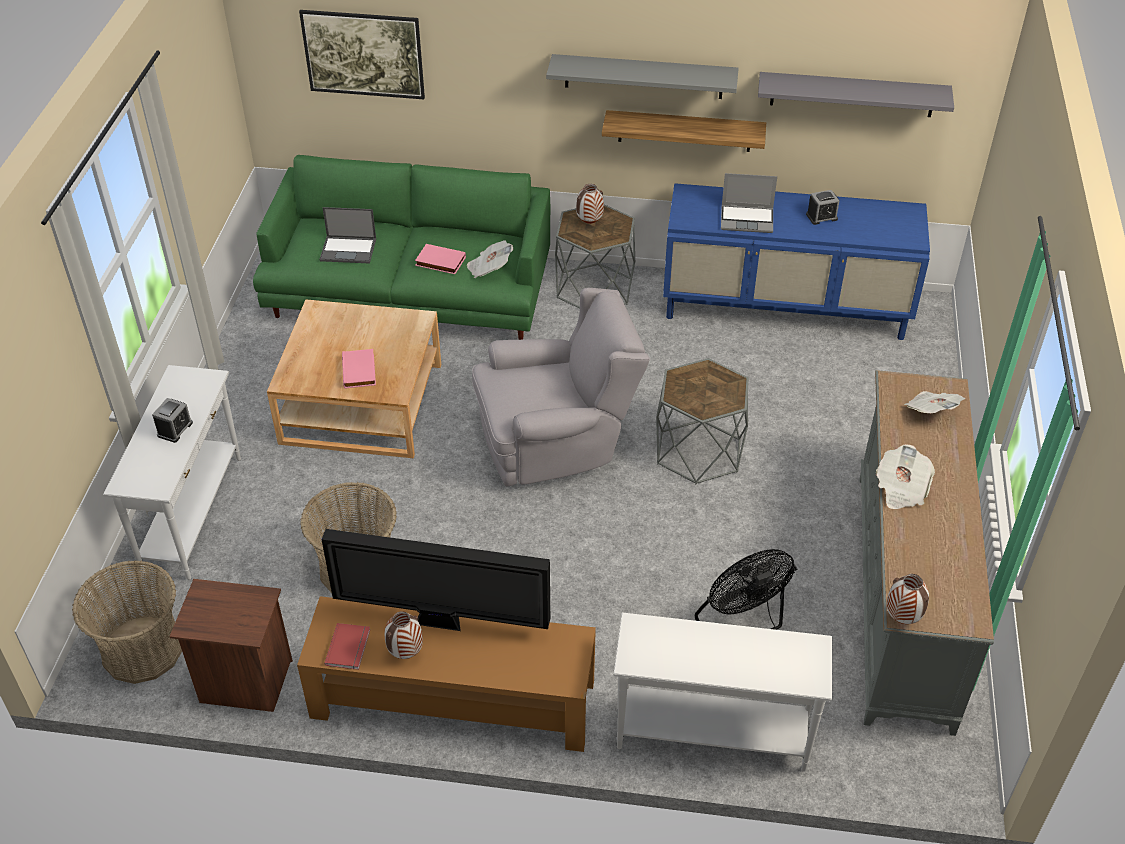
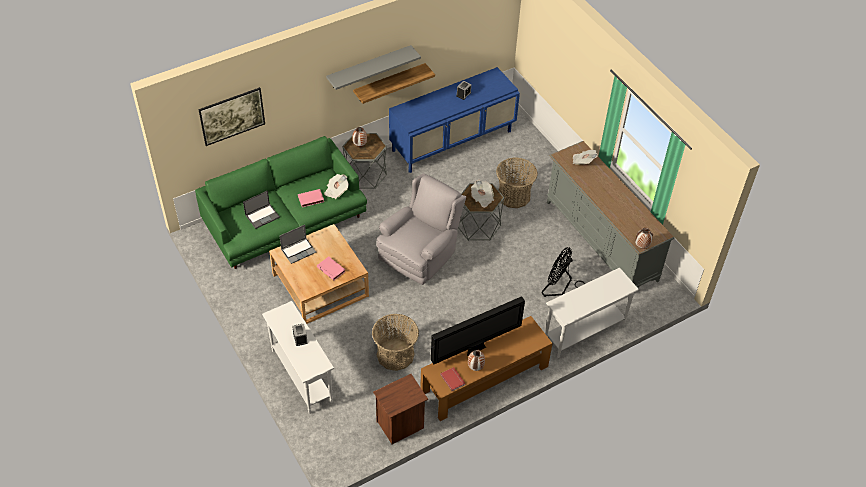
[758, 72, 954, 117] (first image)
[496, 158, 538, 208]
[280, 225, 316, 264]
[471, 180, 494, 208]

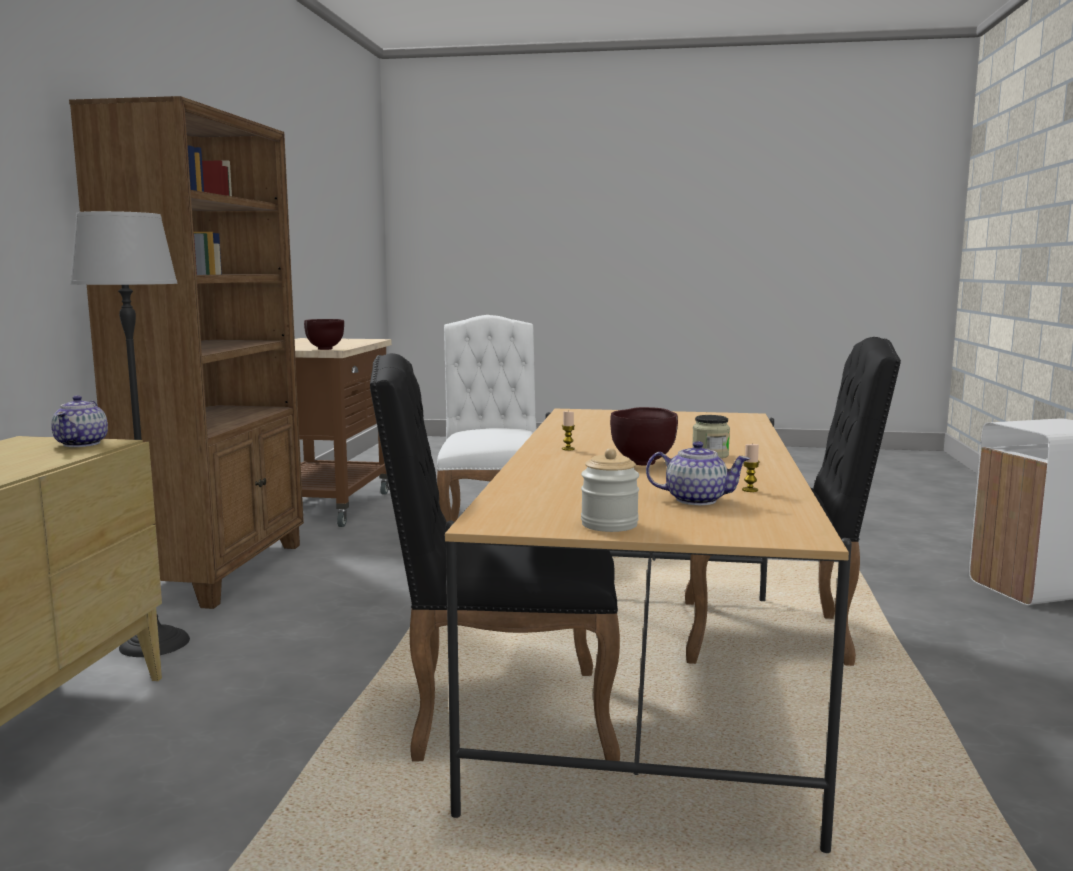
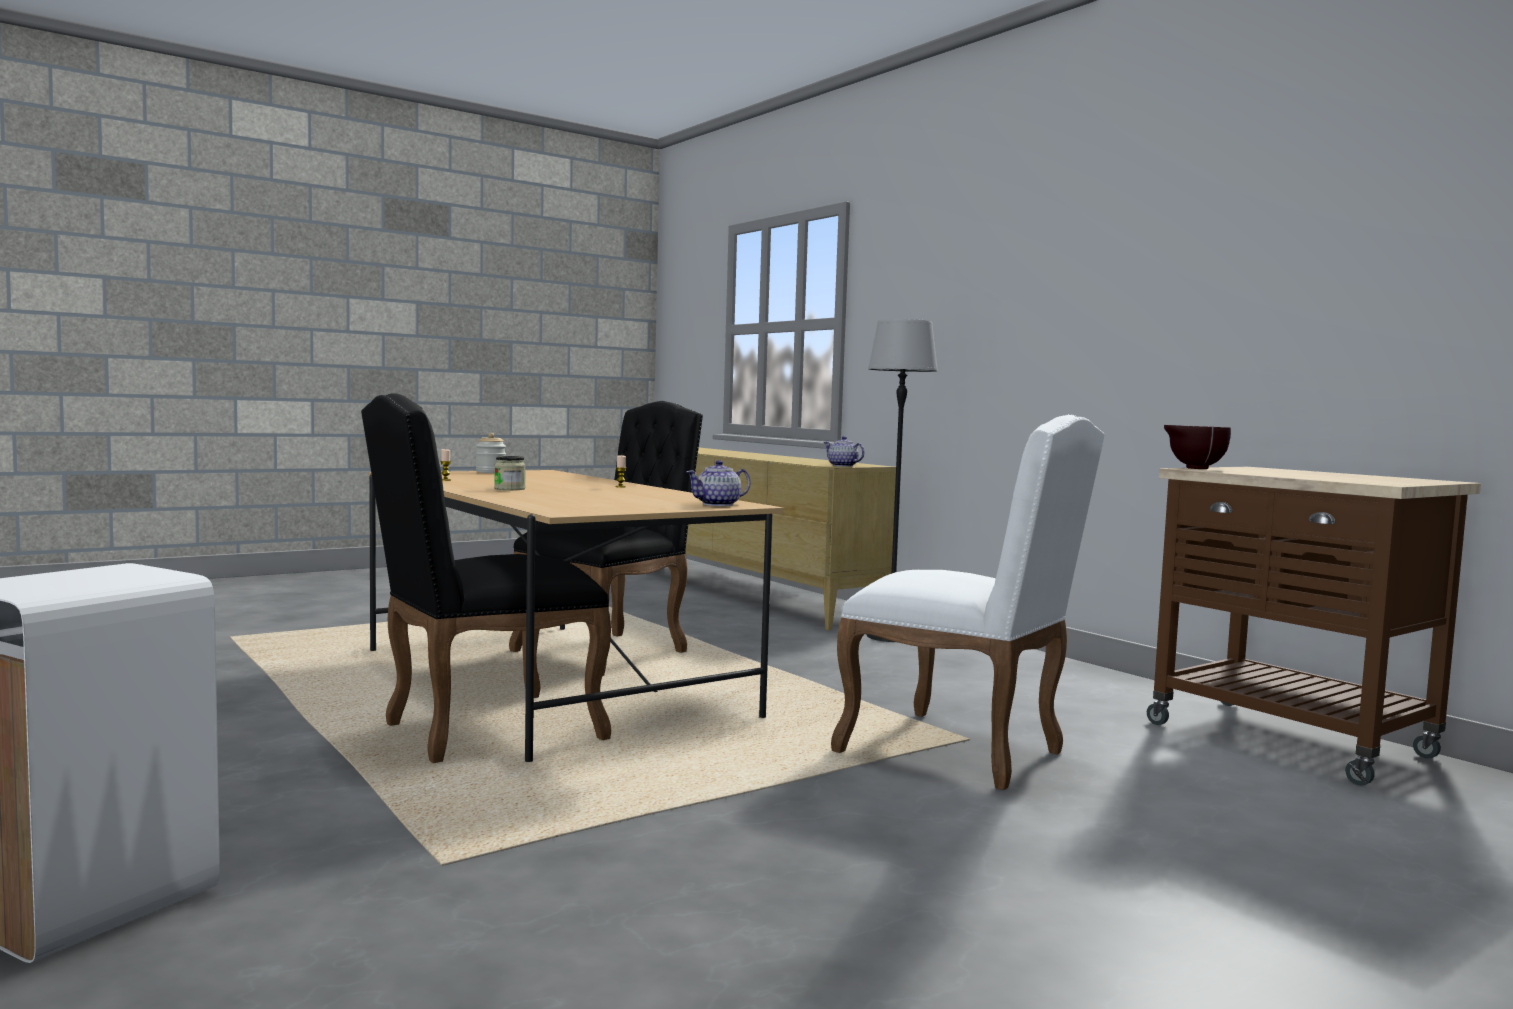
[69, 96, 304, 609] (first image)
[610, 407, 678, 465] (first image)
[686, 460, 751, 506]

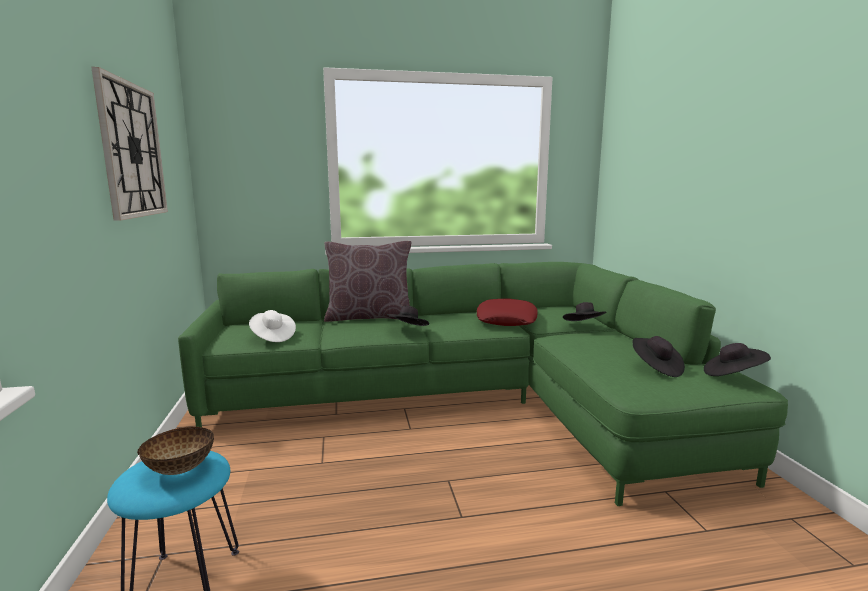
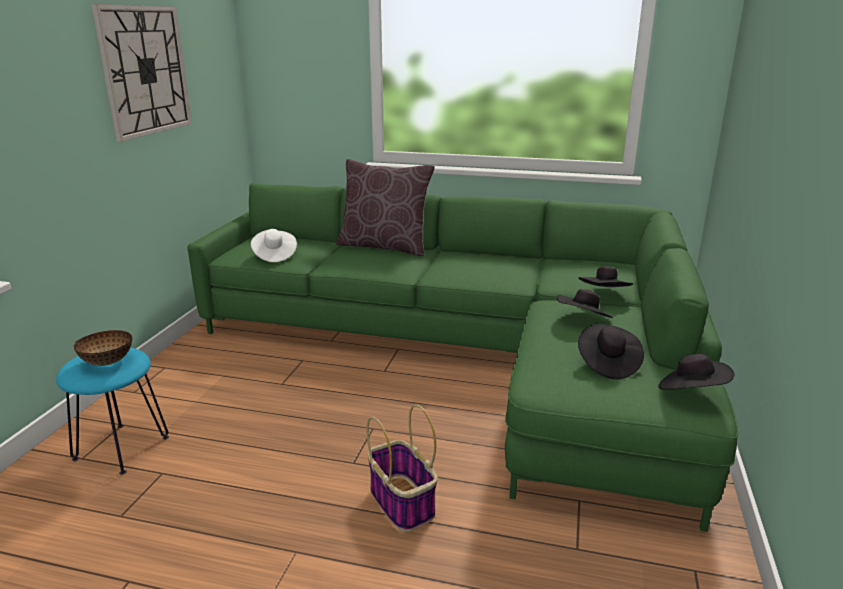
[477, 298, 538, 326] (first image)
[366, 404, 438, 532]
[557, 289, 613, 318]

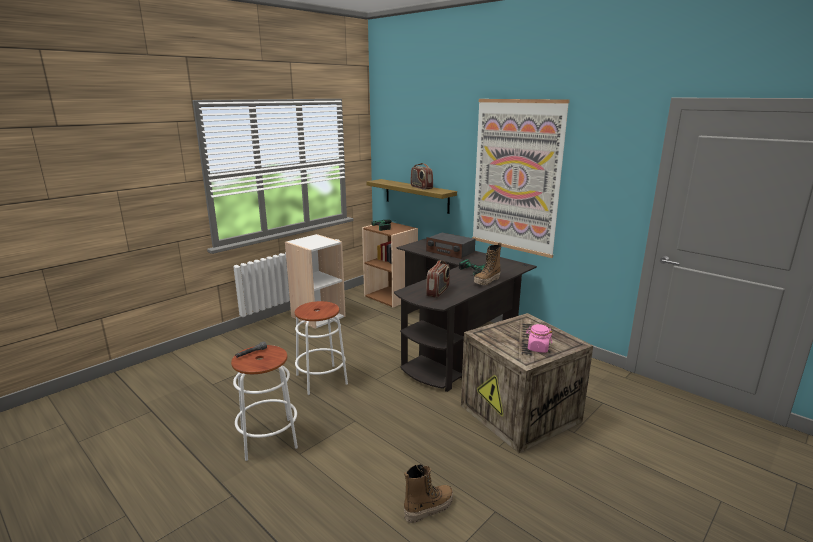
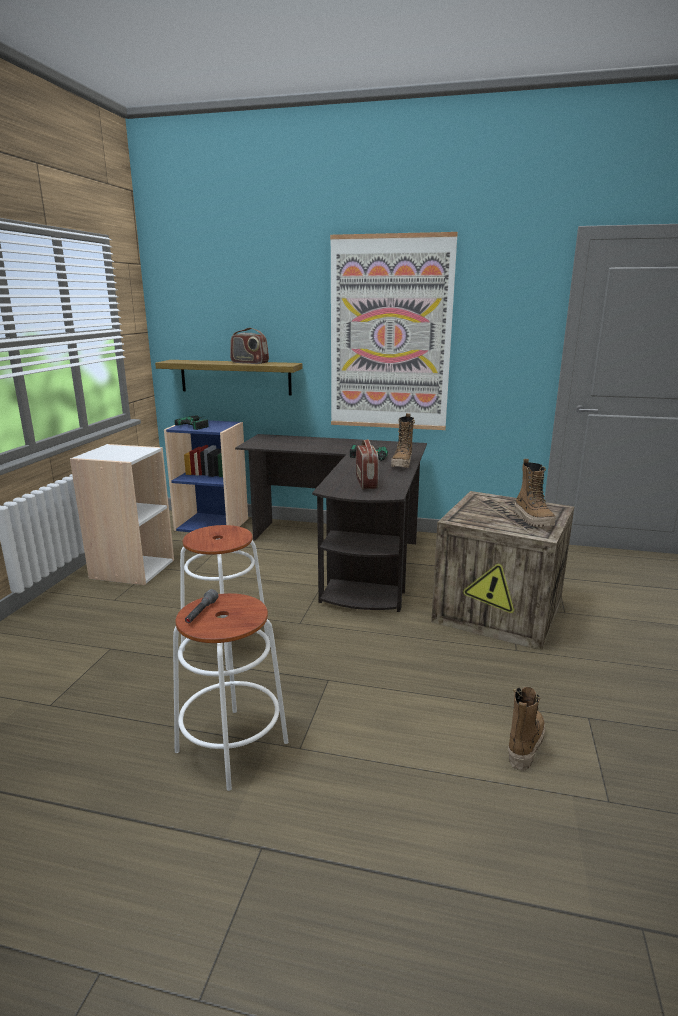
[426, 233, 475, 259] (first image)
[514, 459, 556, 527]
[164, 420, 248, 532]

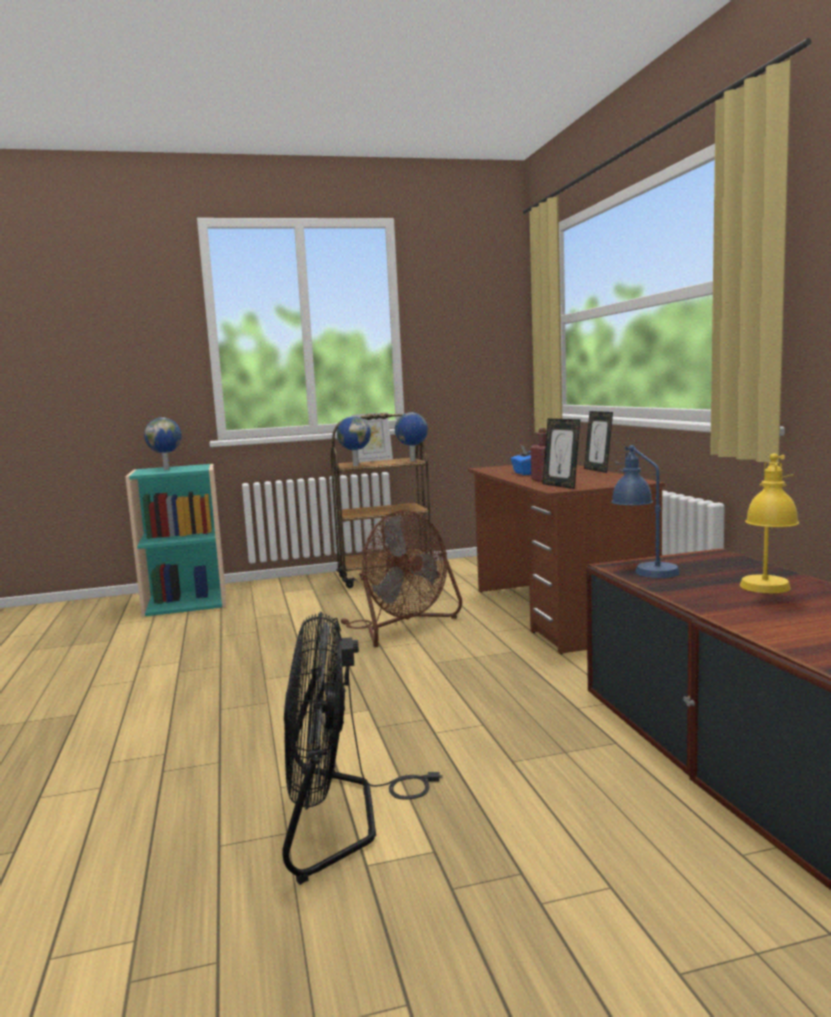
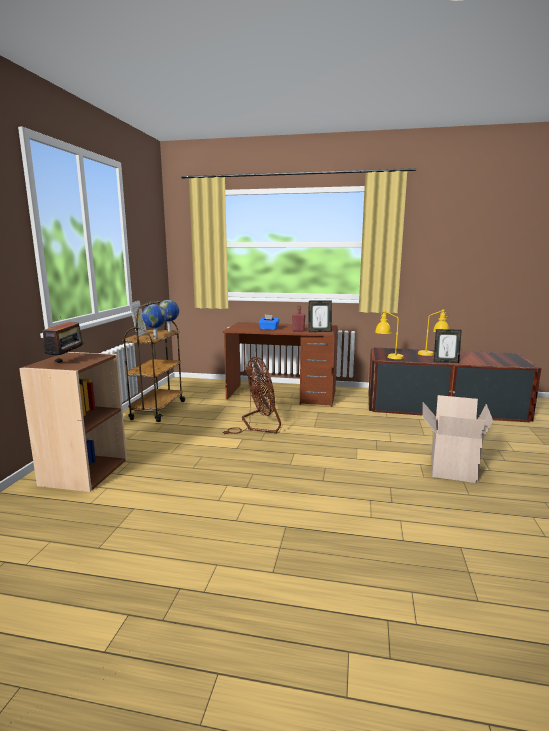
[434, 329, 462, 363]
[43, 322, 86, 363]
[423, 395, 493, 483]
[19, 352, 127, 492]
[375, 310, 404, 359]

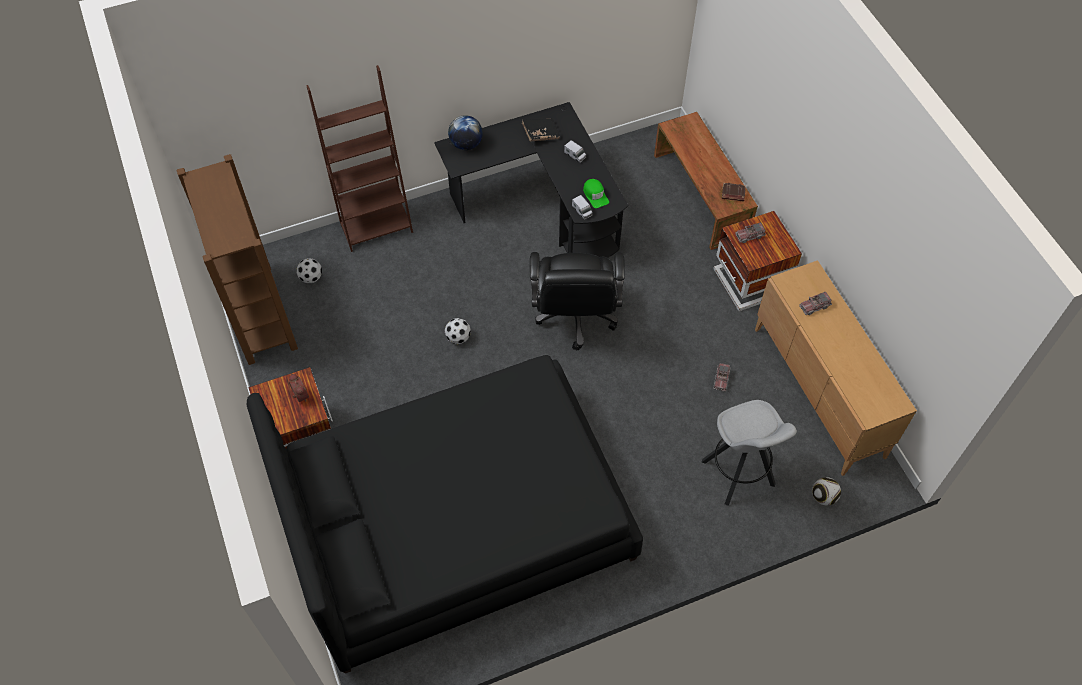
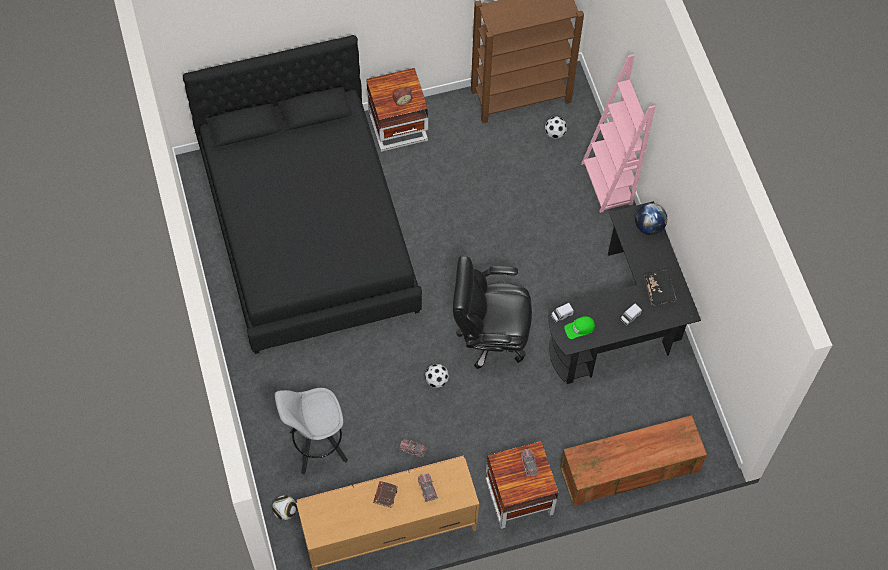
[425, 364, 449, 388]
[373, 481, 398, 508]
[581, 54, 655, 213]

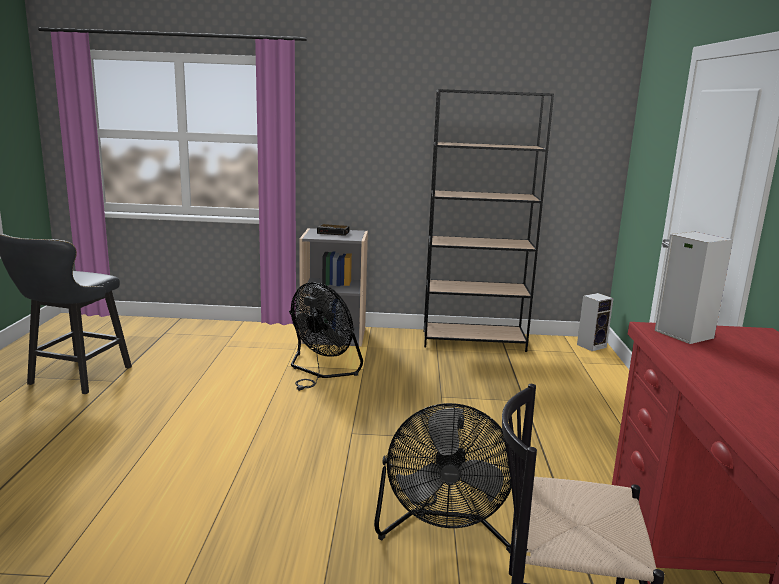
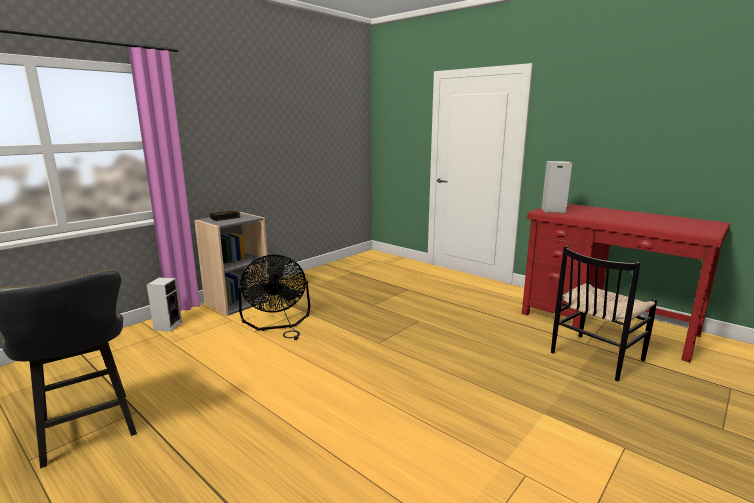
[374, 403, 513, 553] (first image)
[424, 89, 554, 352] (first image)
[147, 277, 182, 332]

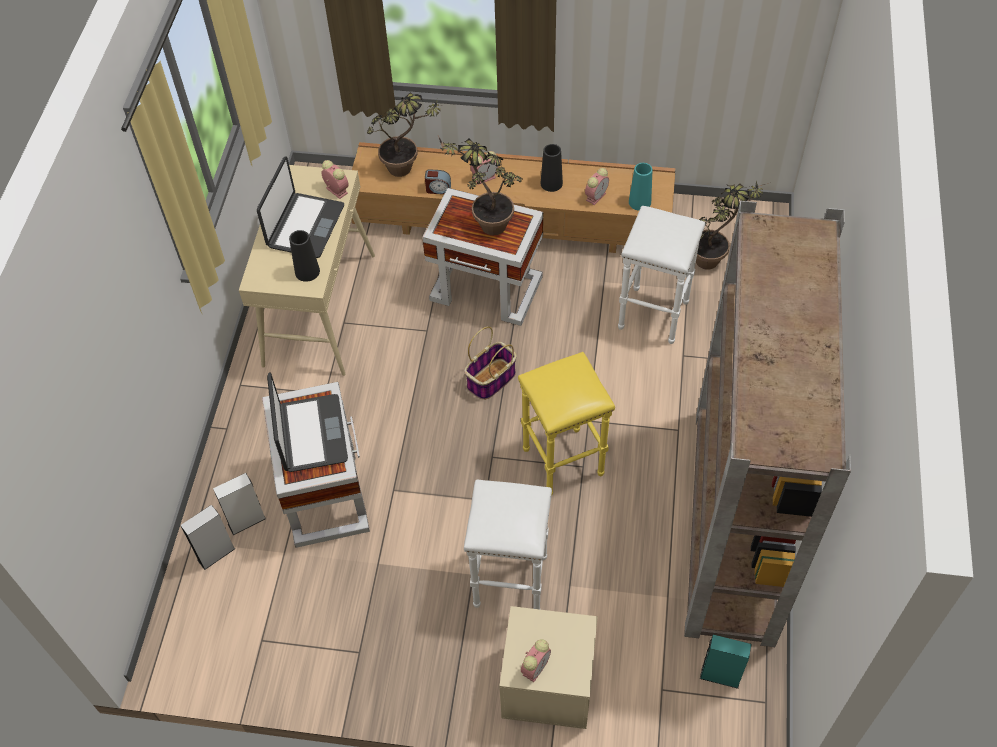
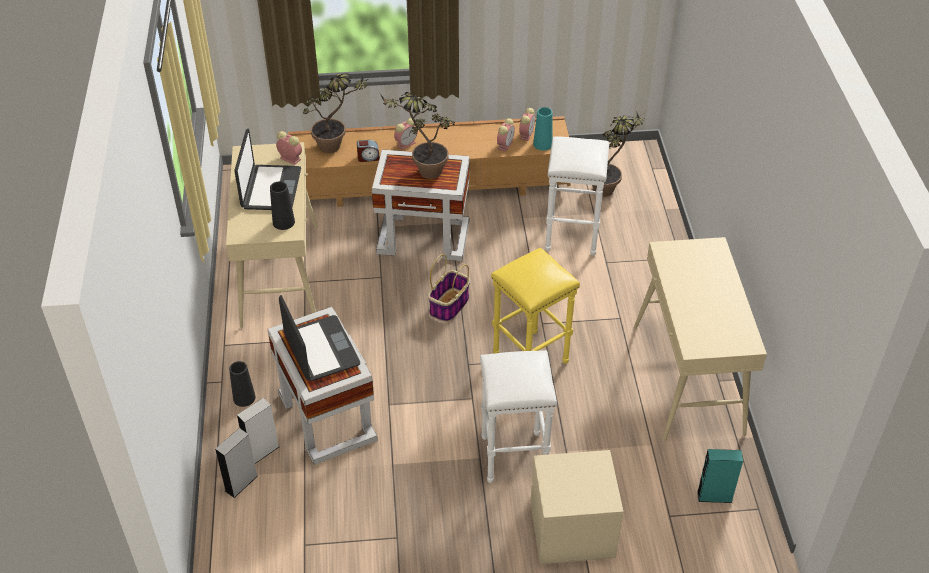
[519, 108, 535, 141]
[229, 361, 255, 407]
[634, 237, 767, 442]

